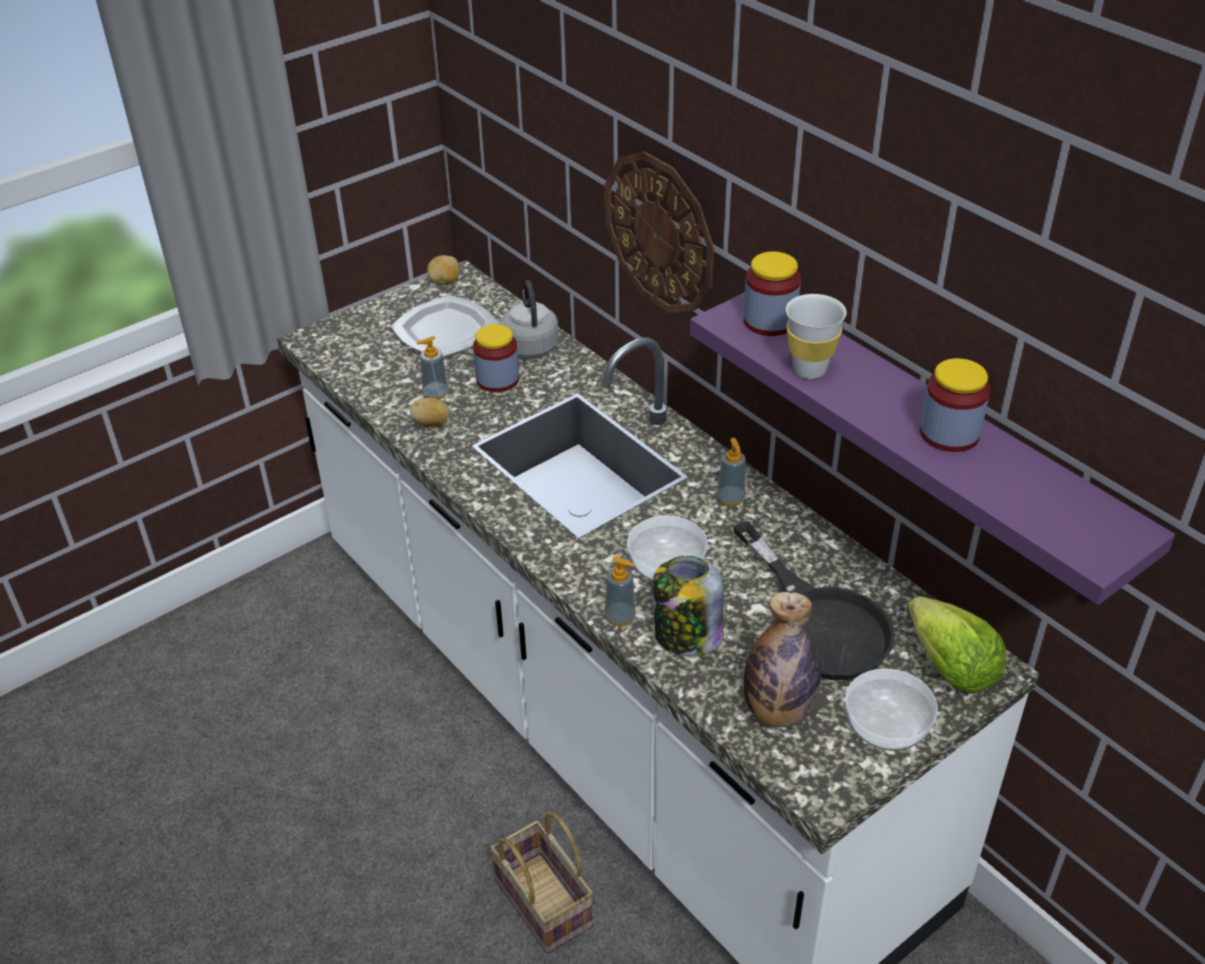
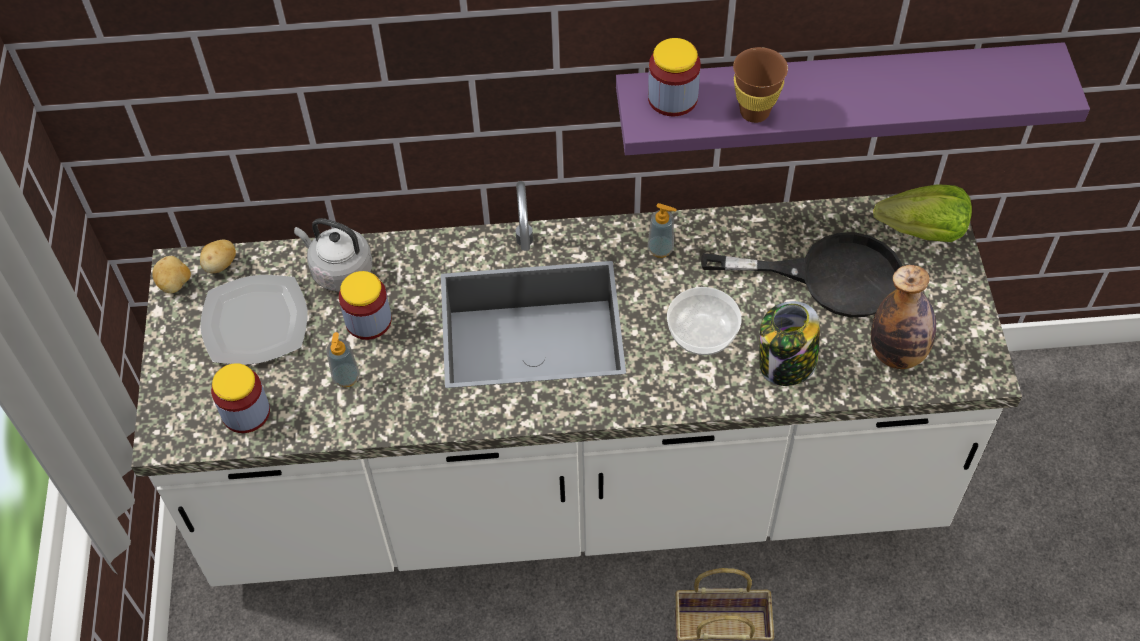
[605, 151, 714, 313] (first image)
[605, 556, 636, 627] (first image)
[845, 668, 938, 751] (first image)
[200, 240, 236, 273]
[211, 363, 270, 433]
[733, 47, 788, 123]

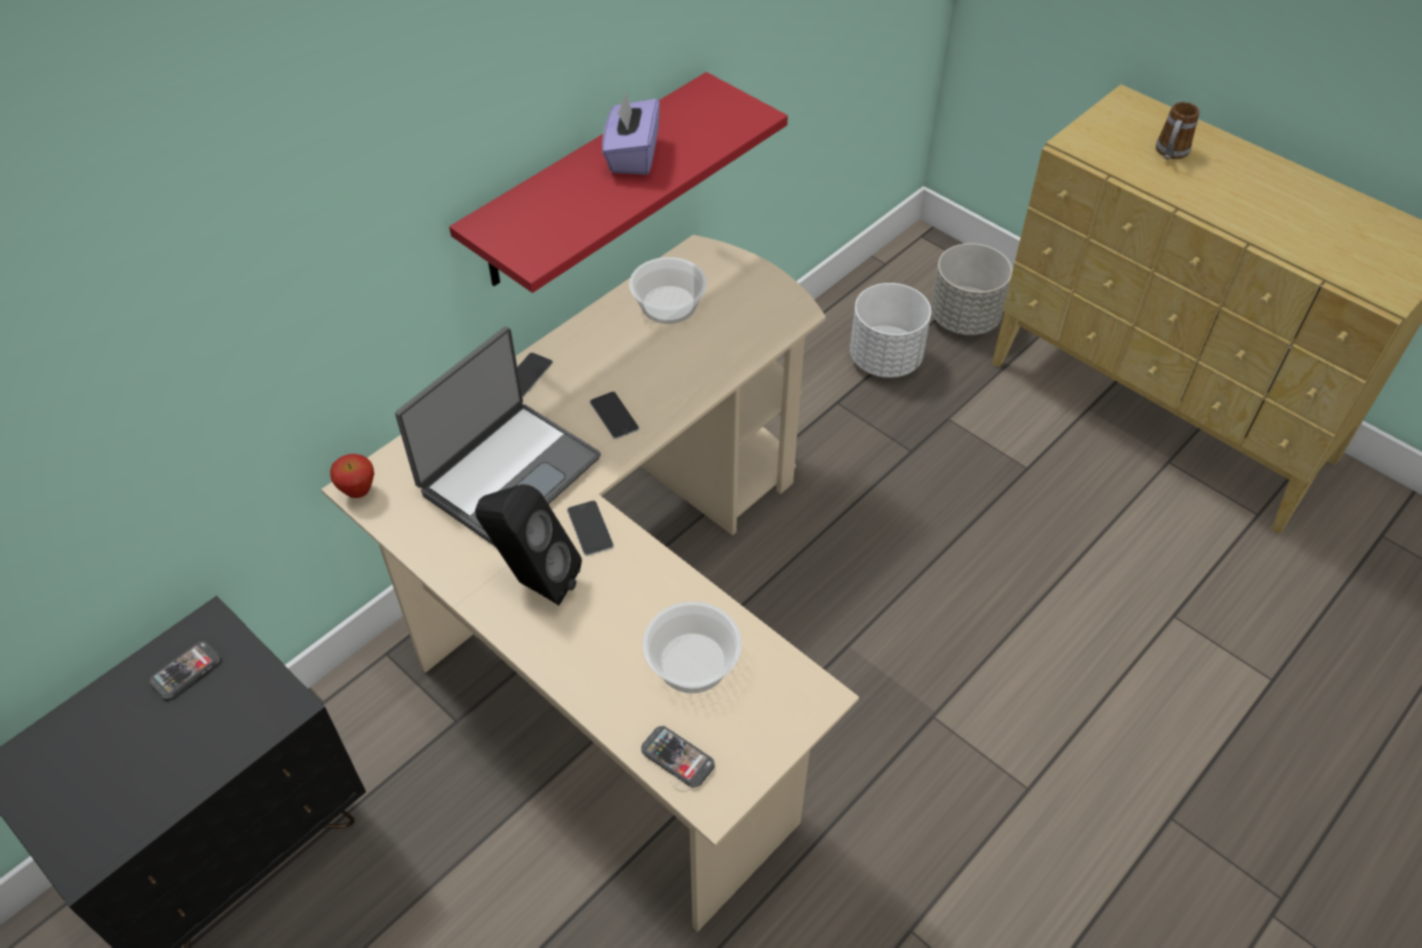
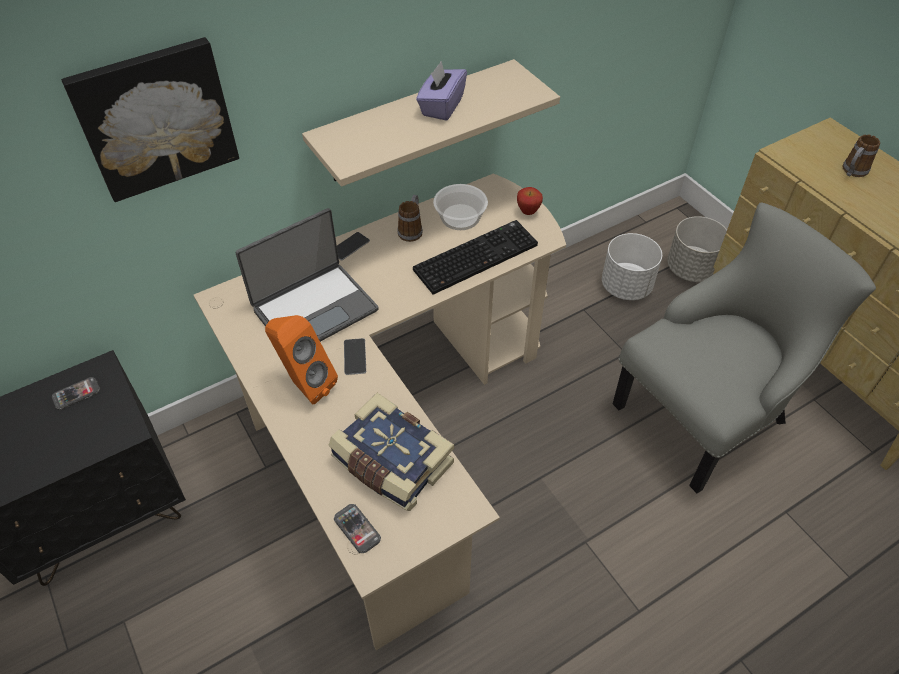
[590, 391, 639, 439] (first image)
[61, 37, 239, 202]
[397, 195, 423, 242]
[413, 220, 538, 295]
[613, 202, 876, 493]
[517, 187, 543, 215]
[329, 393, 454, 511]
[302, 59, 560, 187]
[265, 315, 338, 404]

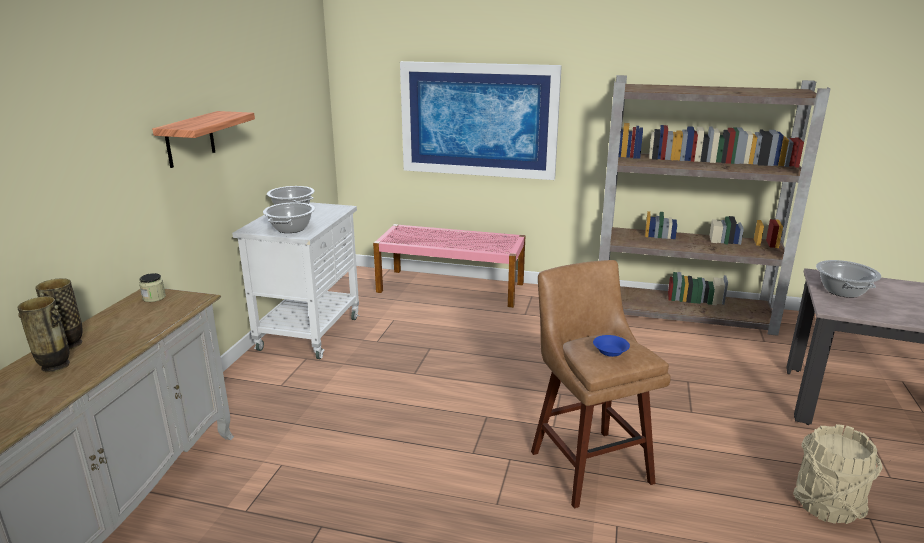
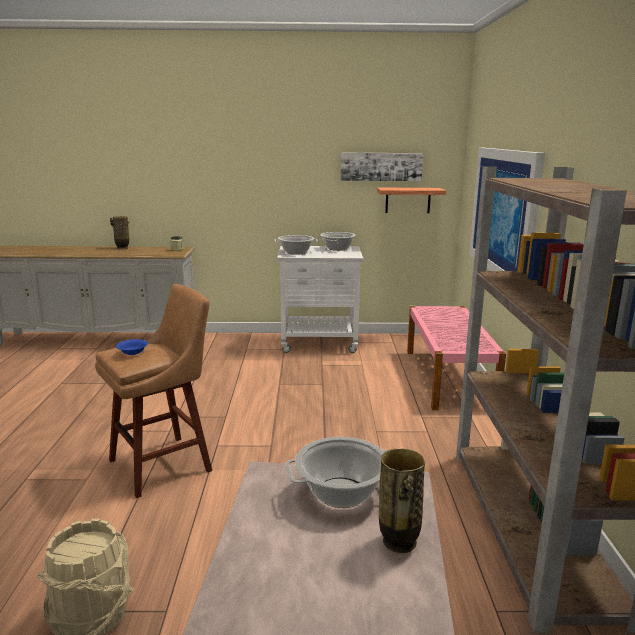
[341, 153, 423, 181]
[379, 449, 425, 553]
[377, 187, 446, 213]

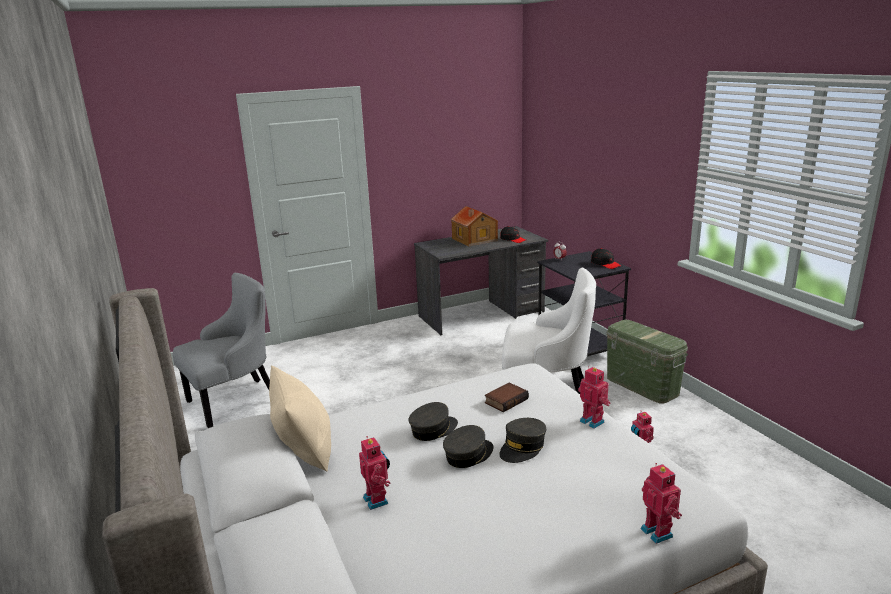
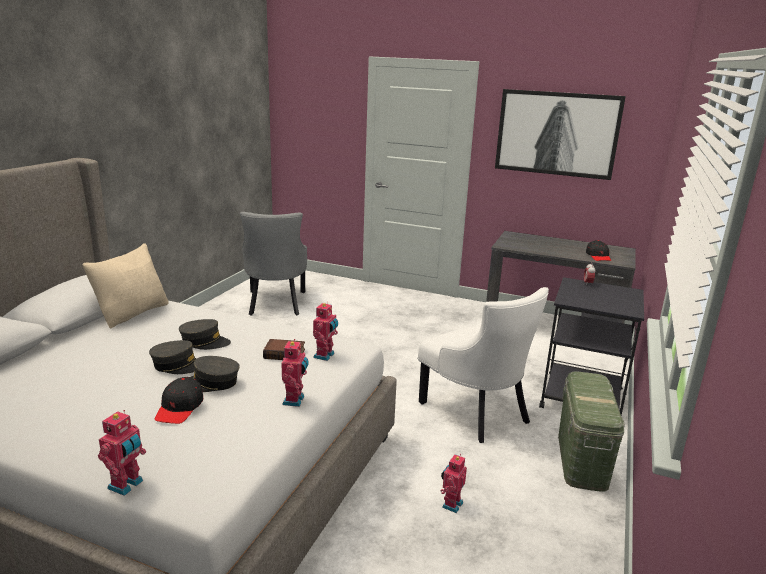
[451, 206, 498, 246] (first image)
[495, 89, 626, 180]
[313, 302, 338, 361]
[155, 377, 204, 424]
[240, 212, 307, 316]

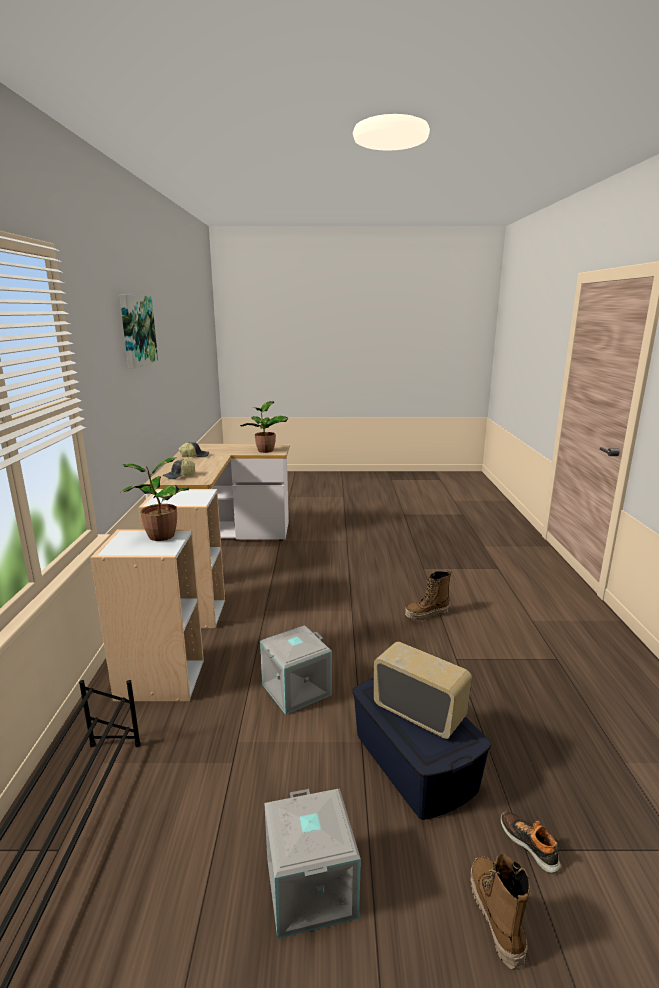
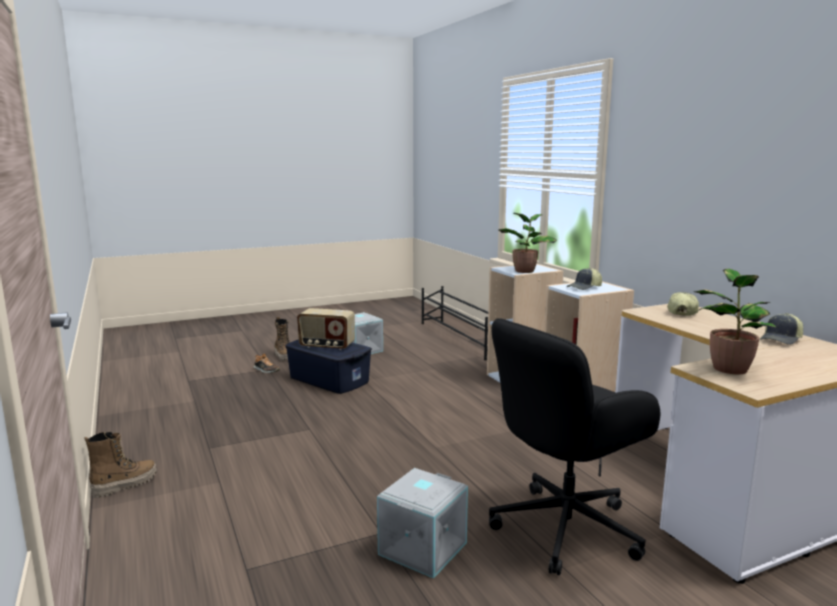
[120, 295, 158, 369] (first image)
[489, 318, 660, 575]
[567, 268, 602, 290]
[377, 468, 468, 579]
[84, 432, 157, 498]

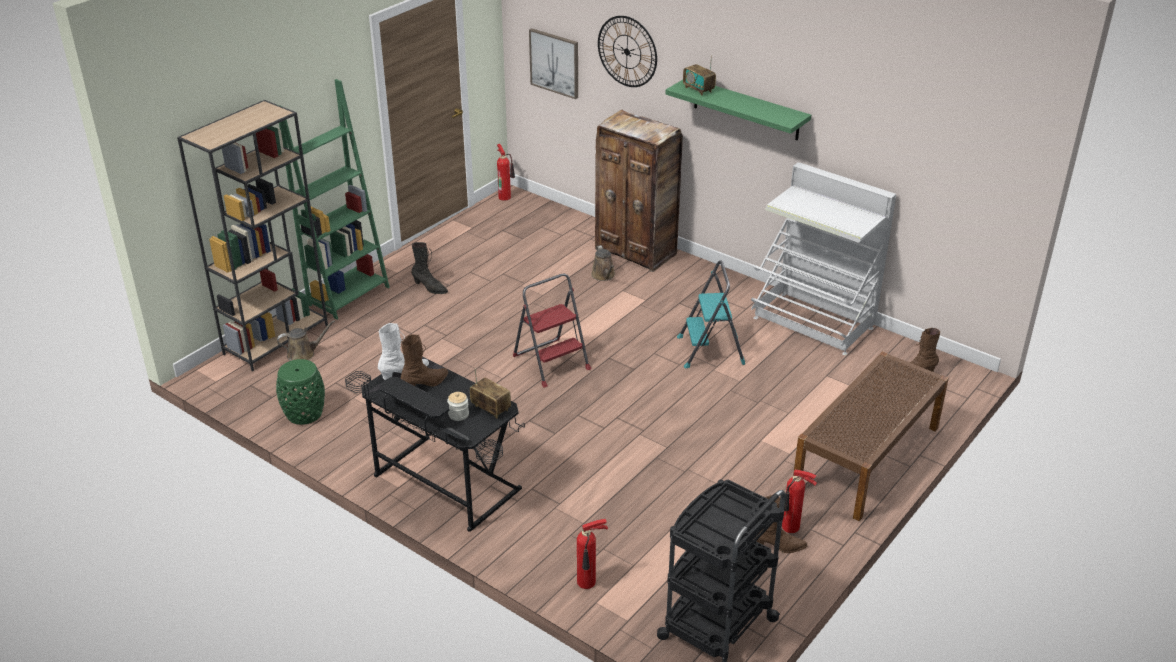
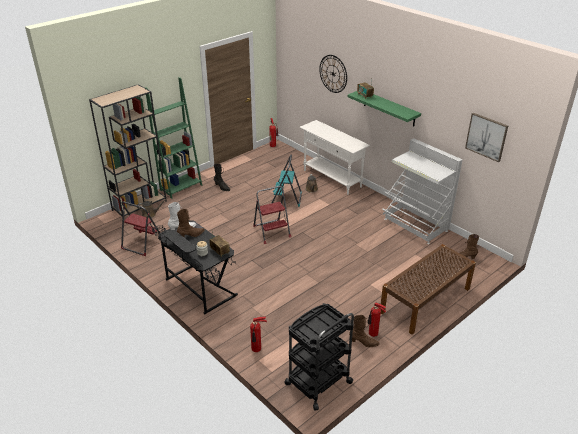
[465, 113, 508, 162]
[272, 155, 302, 207]
[121, 201, 159, 256]
[300, 120, 370, 195]

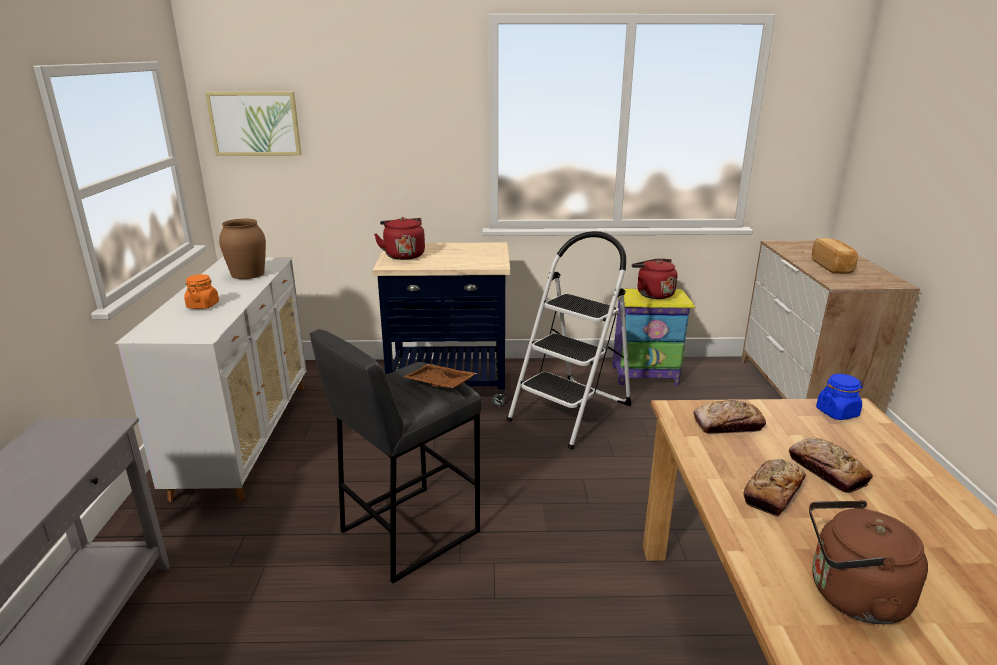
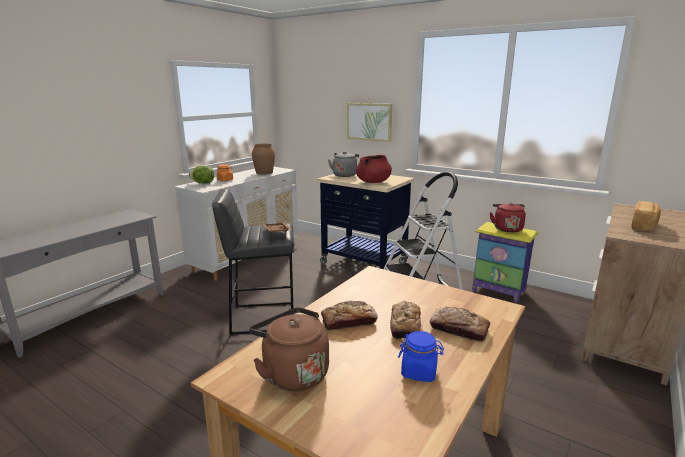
[189, 166, 214, 183]
[356, 154, 392, 183]
[347, 103, 392, 142]
[430, 307, 490, 341]
[398, 331, 444, 382]
[328, 152, 359, 177]

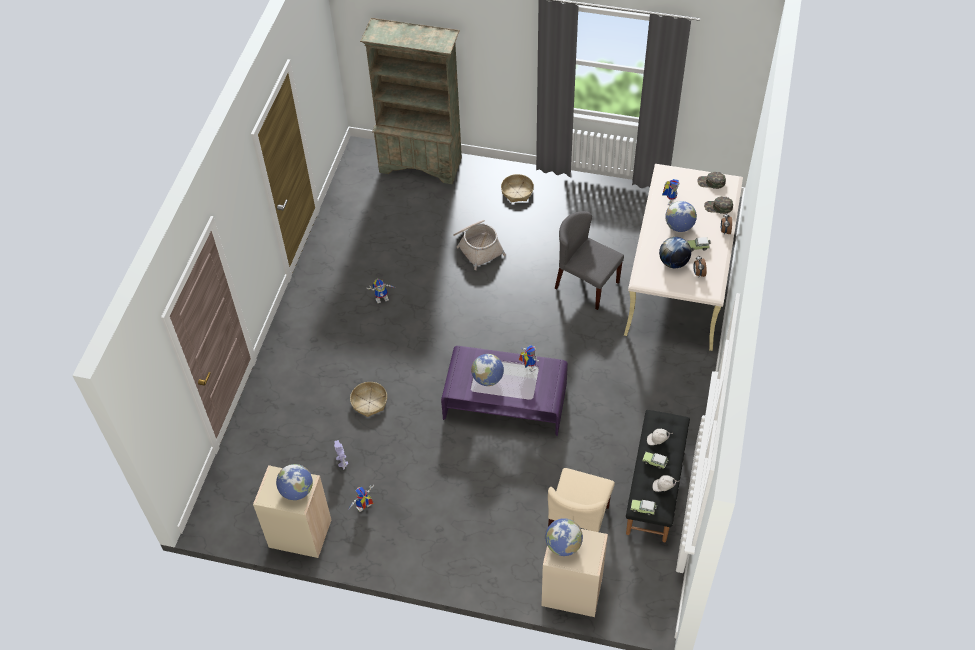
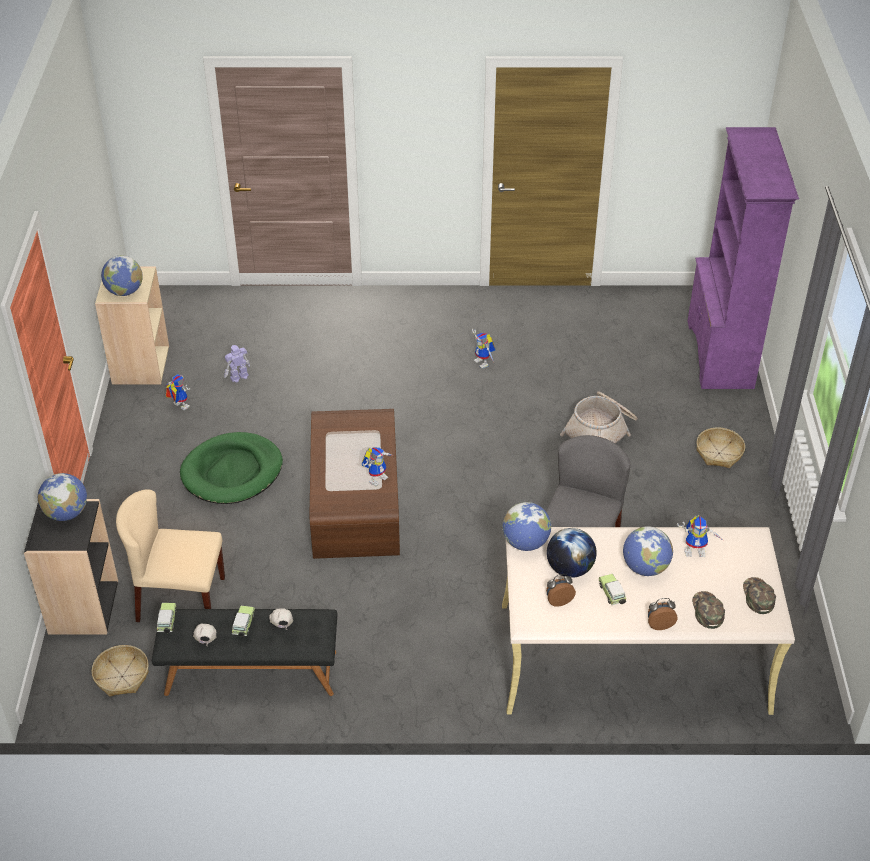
[180, 432, 283, 504]
[91, 645, 149, 697]
[502, 502, 551, 551]
[688, 127, 799, 389]
[310, 409, 400, 559]
[24, 499, 118, 635]

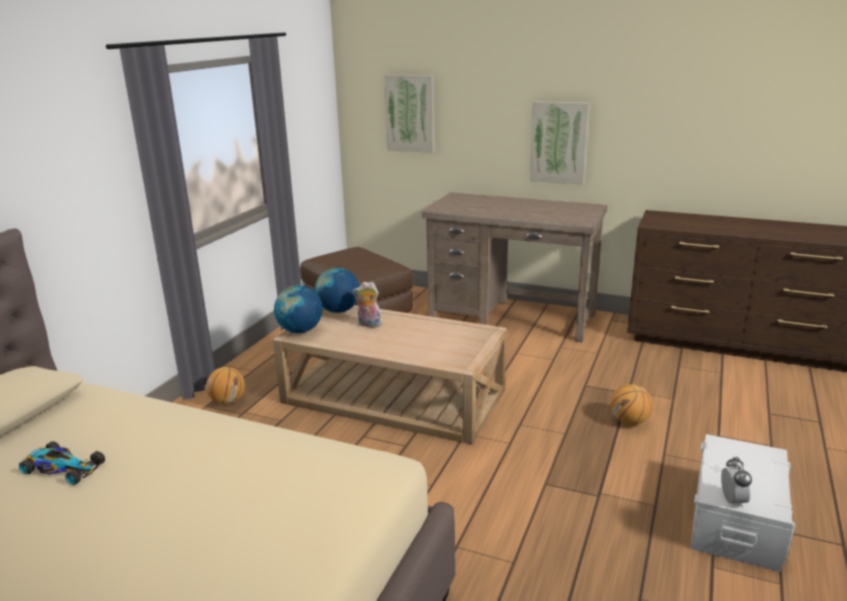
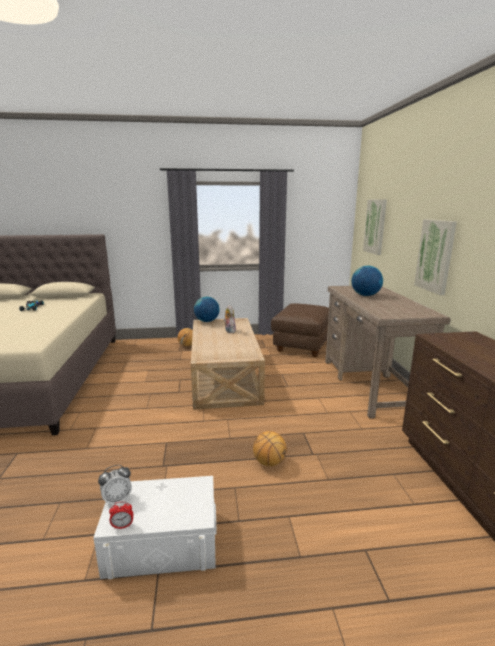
[109, 501, 133, 529]
[351, 266, 383, 296]

